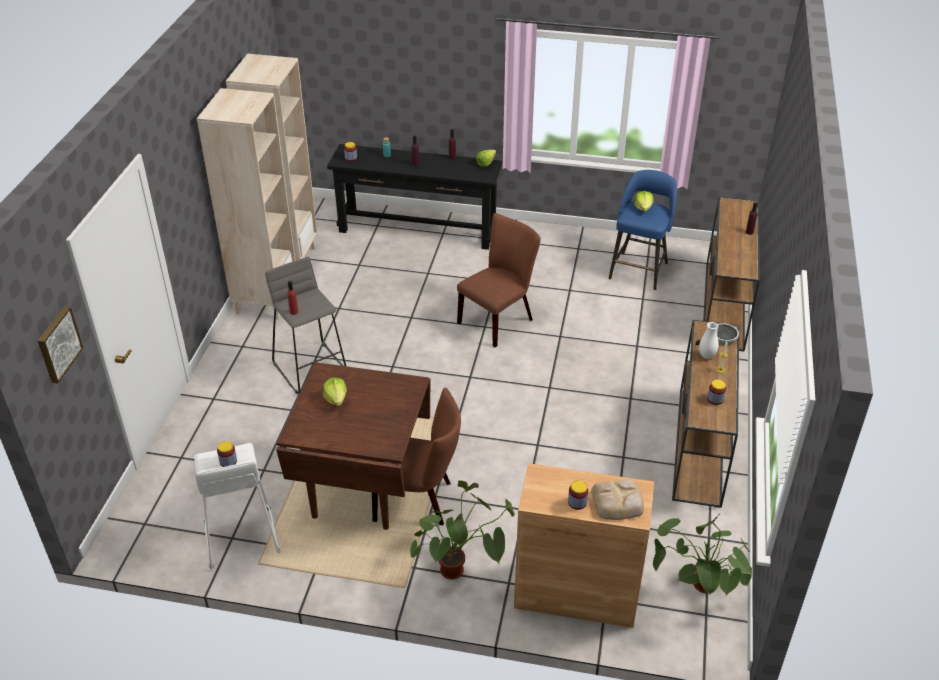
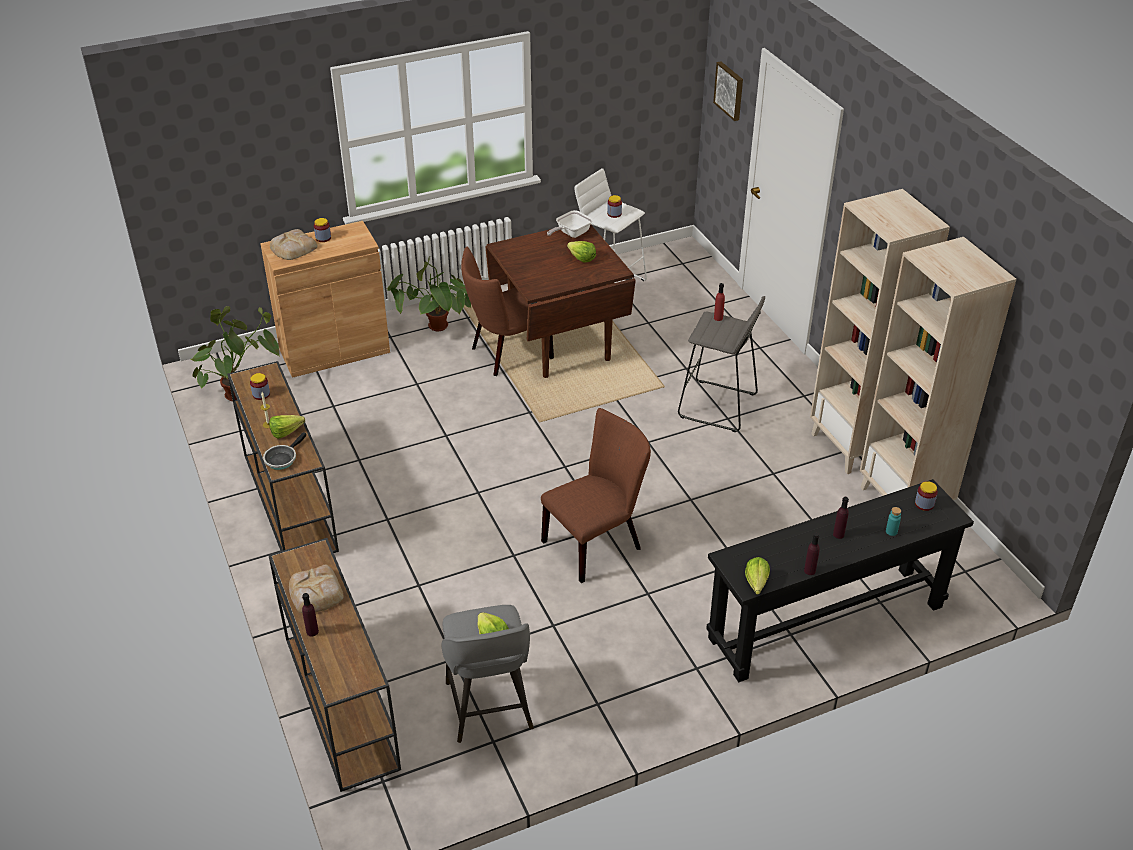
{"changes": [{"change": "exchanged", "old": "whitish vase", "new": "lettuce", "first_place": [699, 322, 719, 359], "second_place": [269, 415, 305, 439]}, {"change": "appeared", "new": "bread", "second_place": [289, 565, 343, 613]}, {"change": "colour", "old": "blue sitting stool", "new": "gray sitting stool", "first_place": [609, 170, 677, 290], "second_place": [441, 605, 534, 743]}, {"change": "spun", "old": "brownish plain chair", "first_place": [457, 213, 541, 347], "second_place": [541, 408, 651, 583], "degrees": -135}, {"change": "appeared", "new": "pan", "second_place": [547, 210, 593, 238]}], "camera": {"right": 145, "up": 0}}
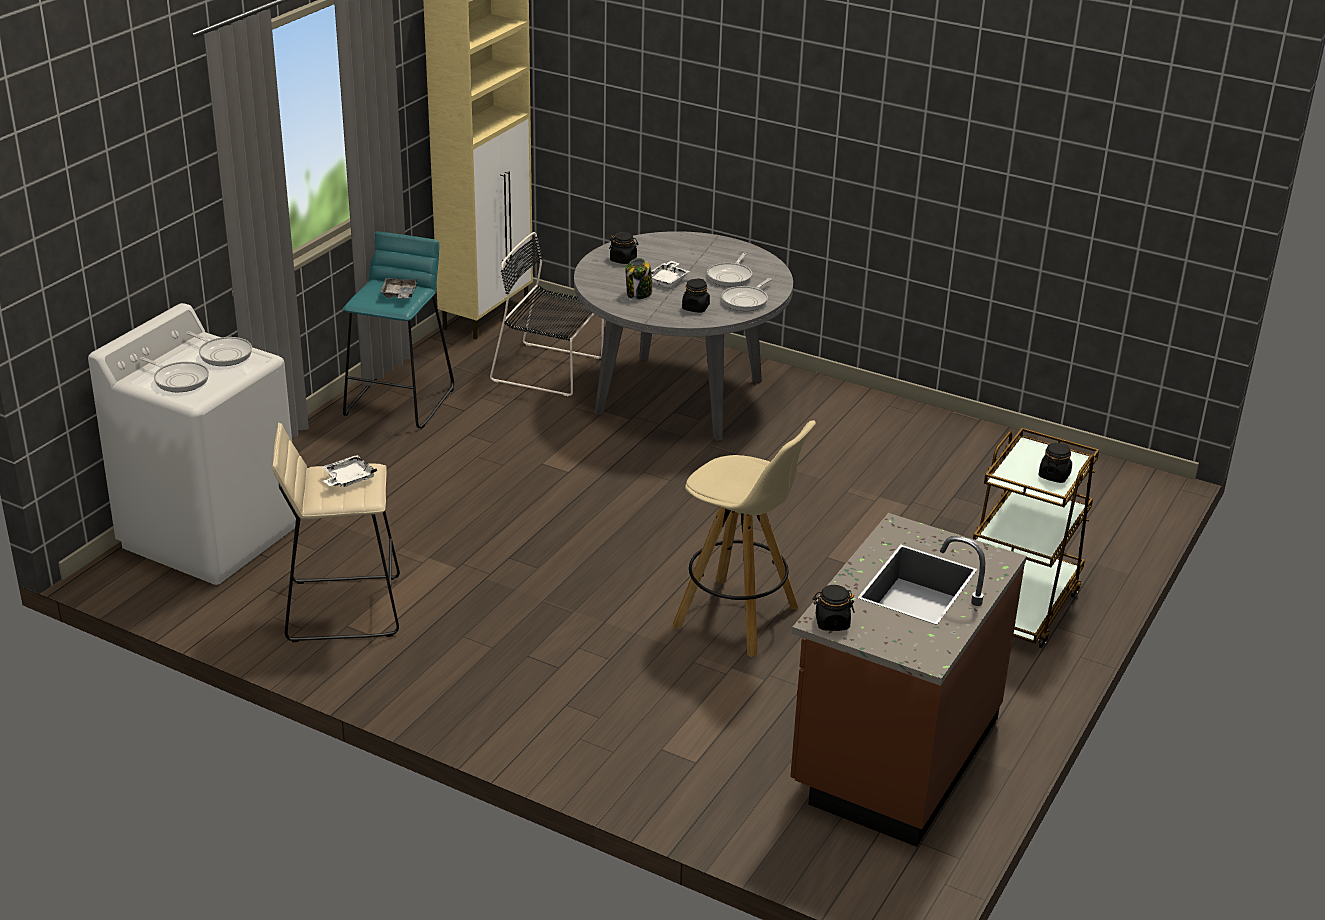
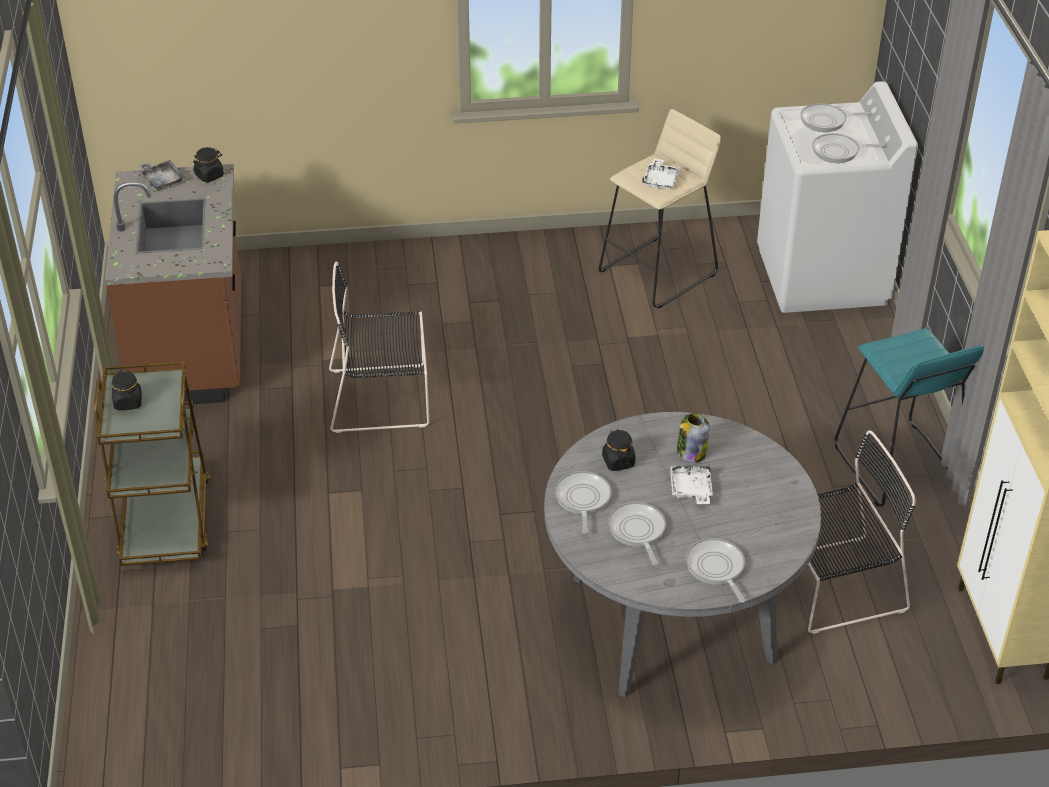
{"changes": [{"change": "relocated", "old": "gray carrying tray", "first_place": [380, 278, 417, 299], "second_place": [138, 160, 185, 191]}, {"change": "exchanged", "old": "beige sitting stool", "new": "black-coloured plain chair", "first_place": [673, 420, 816, 657], "second_place": [329, 262, 430, 433]}, {"change": "appeared", "new": "pan", "second_place": [686, 538, 746, 603]}, {"change": "missing", "old": "black-coloured preserve jar", "first_place": [609, 232, 638, 264]}], "camera": {"right": 145, "up": 10}}
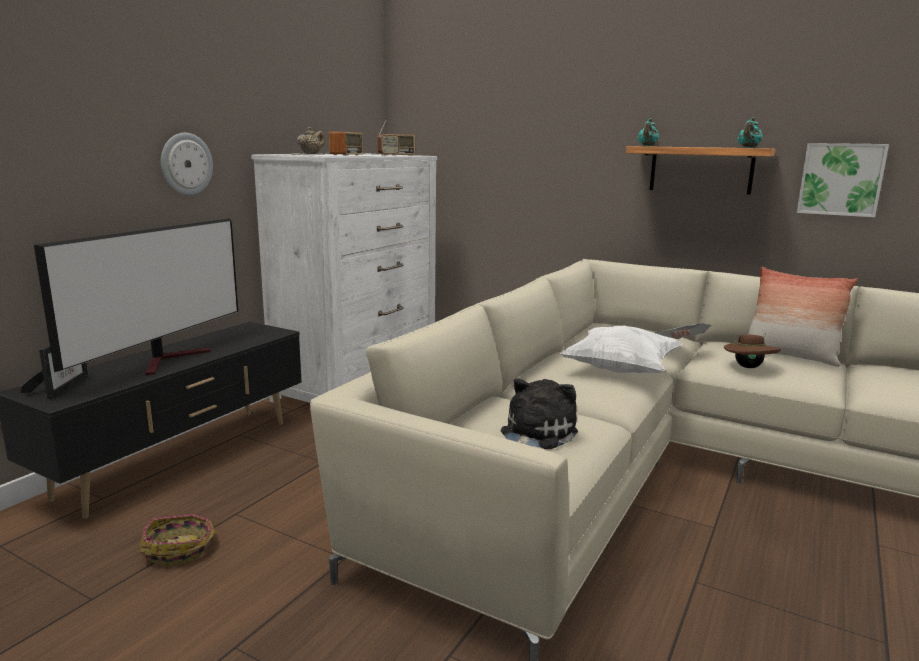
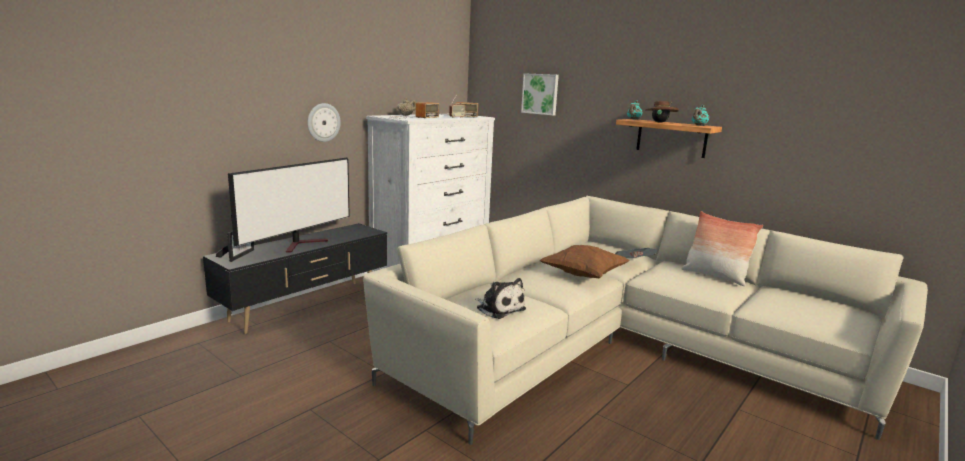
{"changes": [{"change": "spun", "old": "soft toy", "first_place": [501, 378, 578, 449], "second_place": [475, 278, 526, 319], "degrees": 90}, {"change": "relocated", "old": "wall art", "first_place": [797, 143, 889, 217], "second_place": [521, 73, 559, 115]}, {"change": "colour", "old": "whitish throw pillow", "new": "brownish throw pillow", "first_place": [560, 325, 682, 373], "second_place": [540, 245, 630, 278]}, {"change": "relocated", "old": "brownish clothing hat", "first_place": [724, 333, 781, 368], "second_place": [645, 101, 679, 123]}, {"change": "missing", "old": "household basket", "first_place": [140, 514, 216, 567]}], "camera": {"right": 10, "up": 0}}
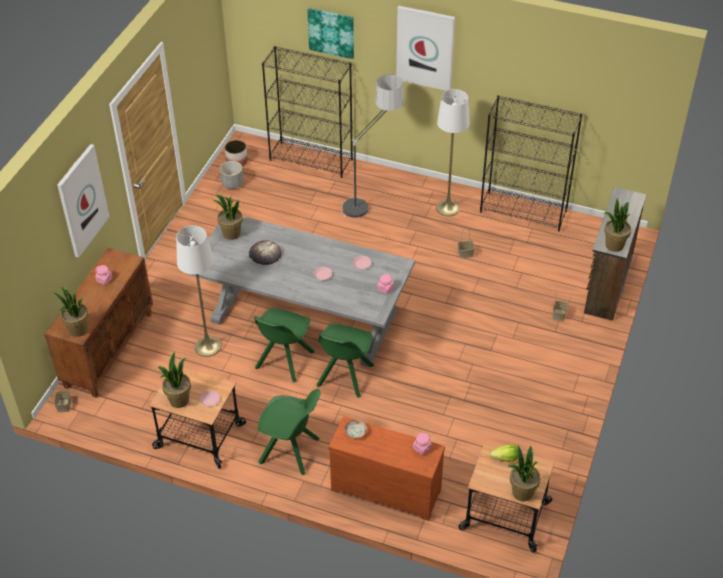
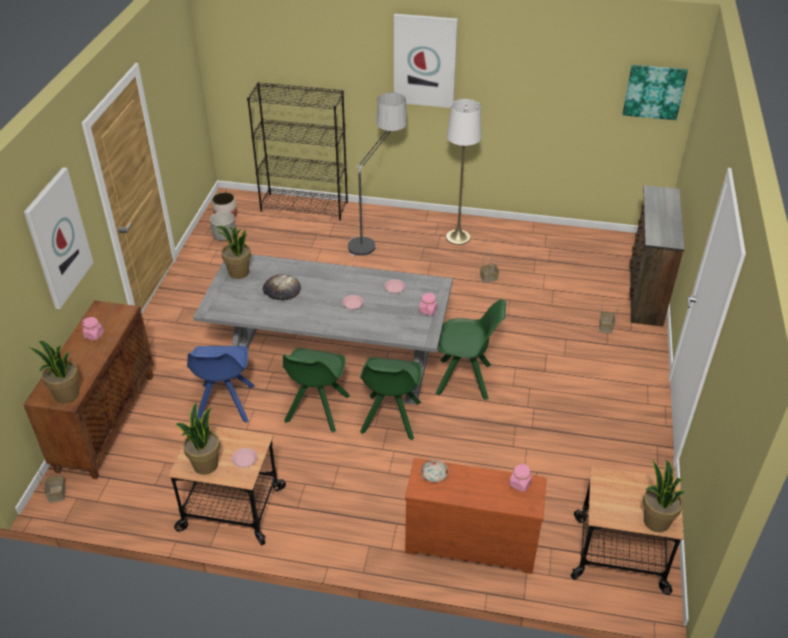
{"changes": [{"change": "exchanged", "old": "whitish standard lamp", "new": "blue plain chair", "first_place": [176, 225, 221, 357], "second_place": [187, 346, 255, 423]}, {"change": "relocated", "old": "greenish plain chair", "first_place": [258, 389, 321, 475], "second_place": [436, 299, 506, 400]}, {"change": "relocated", "old": "wall art", "first_place": [307, 8, 354, 59], "second_place": [623, 65, 688, 120]}, {"change": "missing", "old": "black-coloured bookcase", "first_place": [480, 95, 583, 231]}, {"change": "missing", "old": "lettuce", "first_place": [490, 445, 518, 462]}, {"change": "missing", "old": "potted plant", "first_place": [604, 197, 631, 252]}], "camera": {"right": -10, "up": -5}}
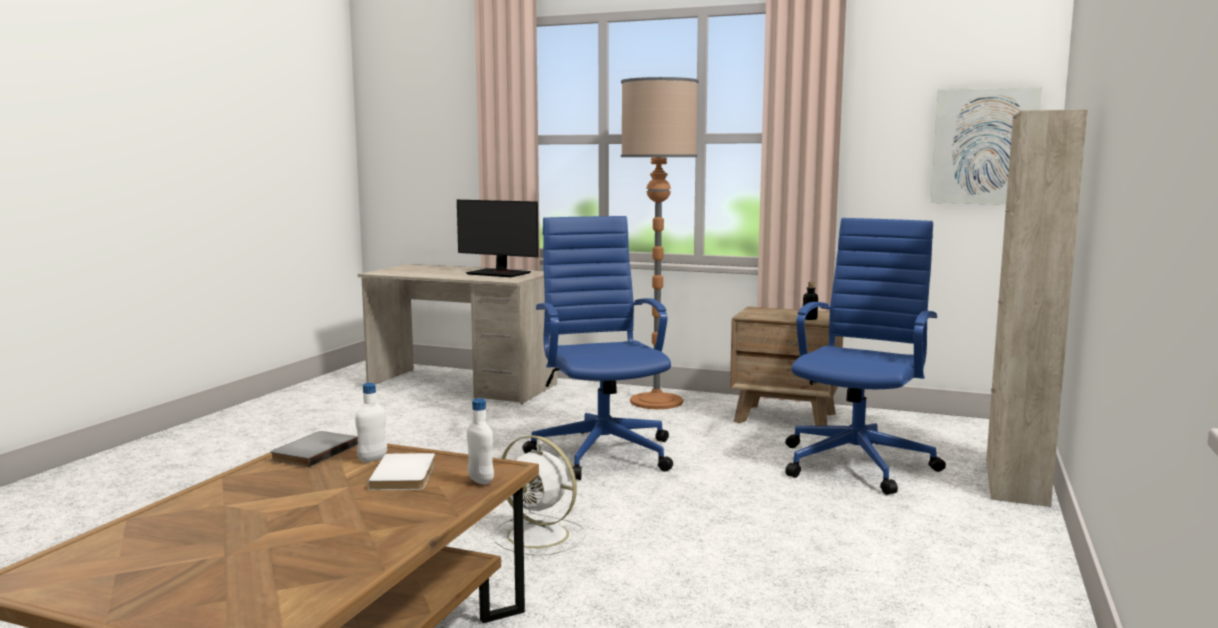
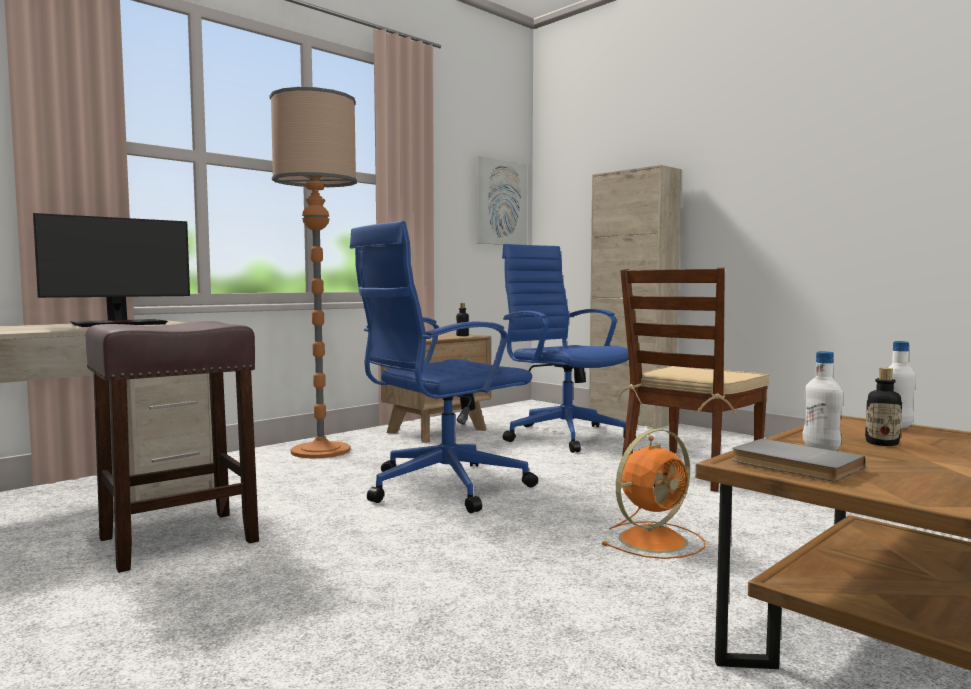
{"changes": [{"change": "appeared", "new": "brownish sitting stool", "second_place": [85, 321, 259, 573]}, {"change": "spun", "old": "blue desk chair", "first_place": [522, 216, 673, 480], "second_place": [350, 221, 538, 513], "degrees": -45}, {"change": "colour", "old": "whitish electric fan", "new": "orangey electric fan", "first_place": [492, 435, 586, 556], "second_place": [601, 429, 705, 559]}, {"change": "appeared", "new": "brownish plain chair", "second_place": [617, 268, 769, 492]}, {"change": "exchanged", "old": "whitish book", "new": "beverage bottle", "first_place": [368, 453, 435, 490], "second_place": [865, 368, 902, 446]}], "camera": {"right": -65, "up": -5}}
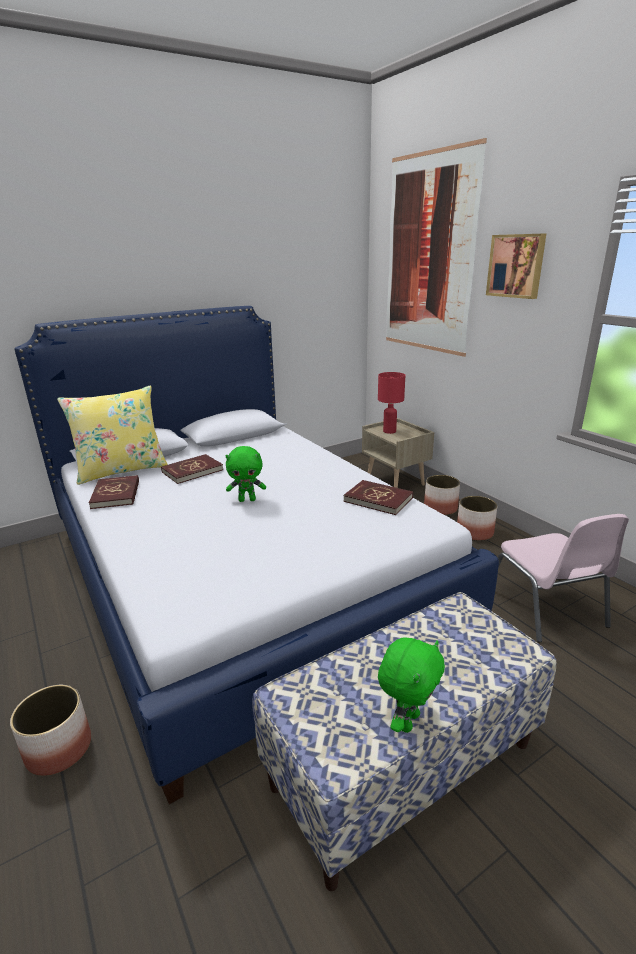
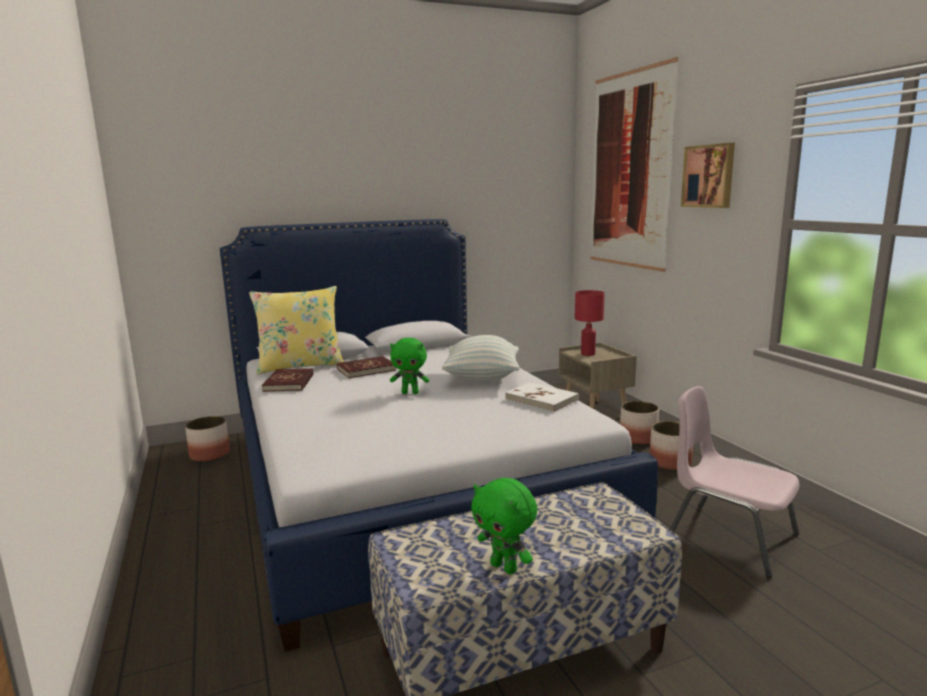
{"changes": [{"change": "relocated", "old": "planter", "first_place": [10, 685, 91, 776], "second_place": [185, 416, 230, 462]}, {"change": "appeared", "new": "throw pillow", "second_place": [442, 335, 520, 381]}, {"change": "spun", "old": "greenish soft toy", "first_place": [378, 638, 445, 733], "second_place": [471, 478, 537, 575], "degrees": 90}, {"change": "colour", "old": "red book", "new": "whitish book", "first_place": [343, 480, 413, 515], "second_place": [505, 382, 579, 412]}, {"change": "spun", "old": "pink-coloured plain chair", "first_place": [498, 514, 629, 643], "second_place": [670, 386, 800, 578], "degrees": 135}], "camera": {"right": 10, "up": -10}}
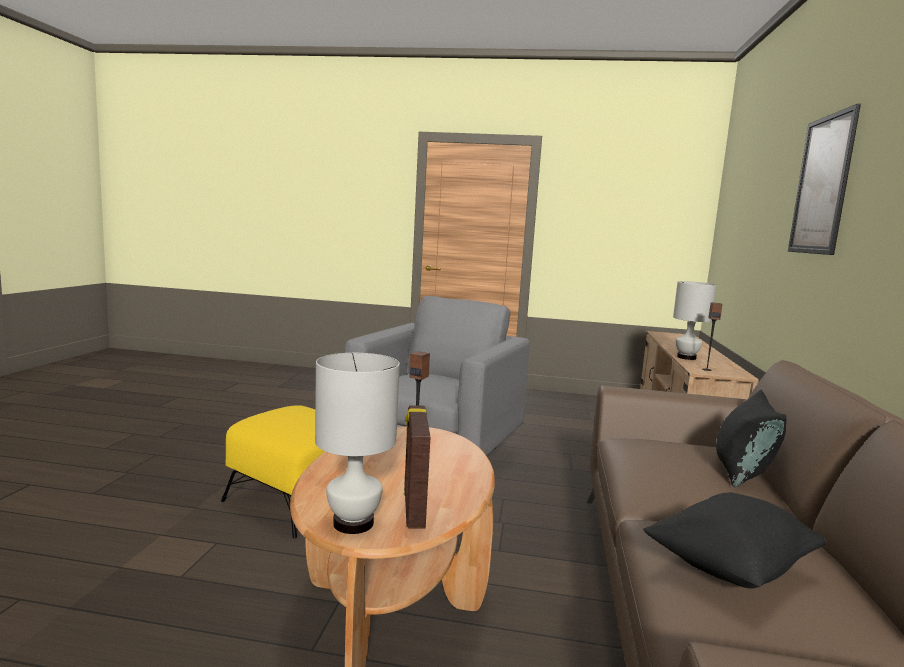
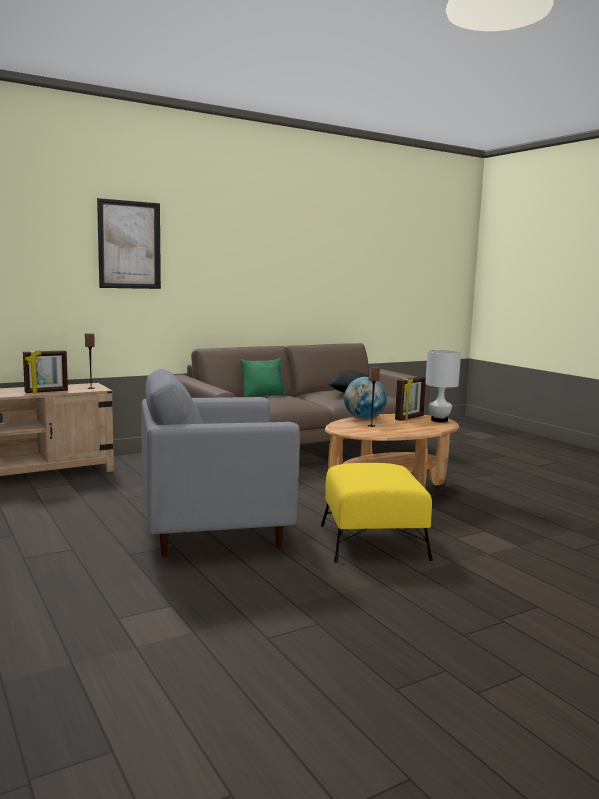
{"changes": [{"change": "exchanged", "old": "whitish tabletop lamp", "new": "picture frame", "first_place": [673, 281, 716, 360], "second_place": [23, 350, 68, 393]}, {"change": "colour", "old": "black-coloured throw pillow", "new": "greenish throw pillow", "first_place": [716, 390, 787, 487], "second_place": [240, 358, 285, 397]}, {"change": "appeared", "new": "world globe", "second_place": [344, 377, 387, 420]}], "camera": {"right": -130, "up": 0}}
